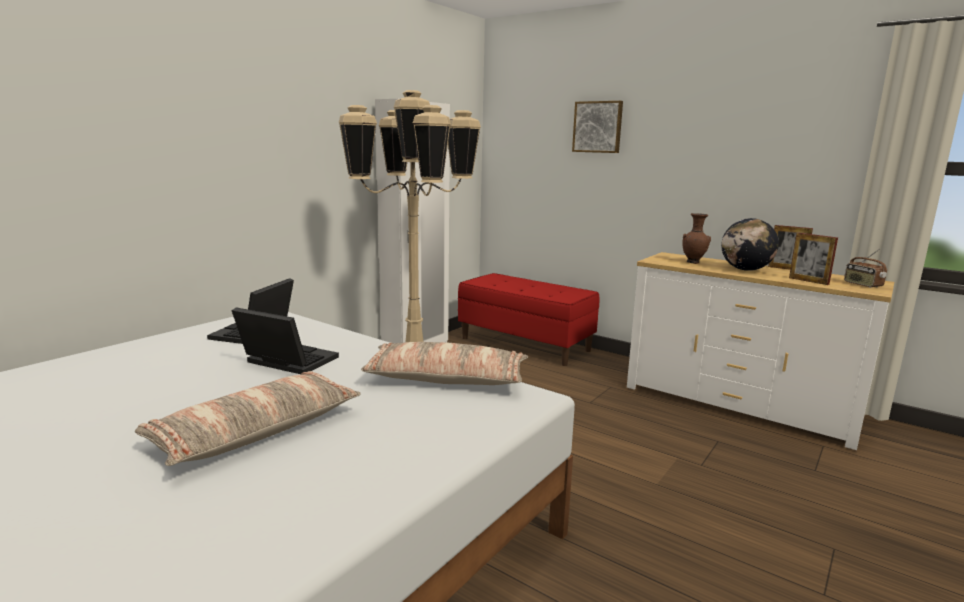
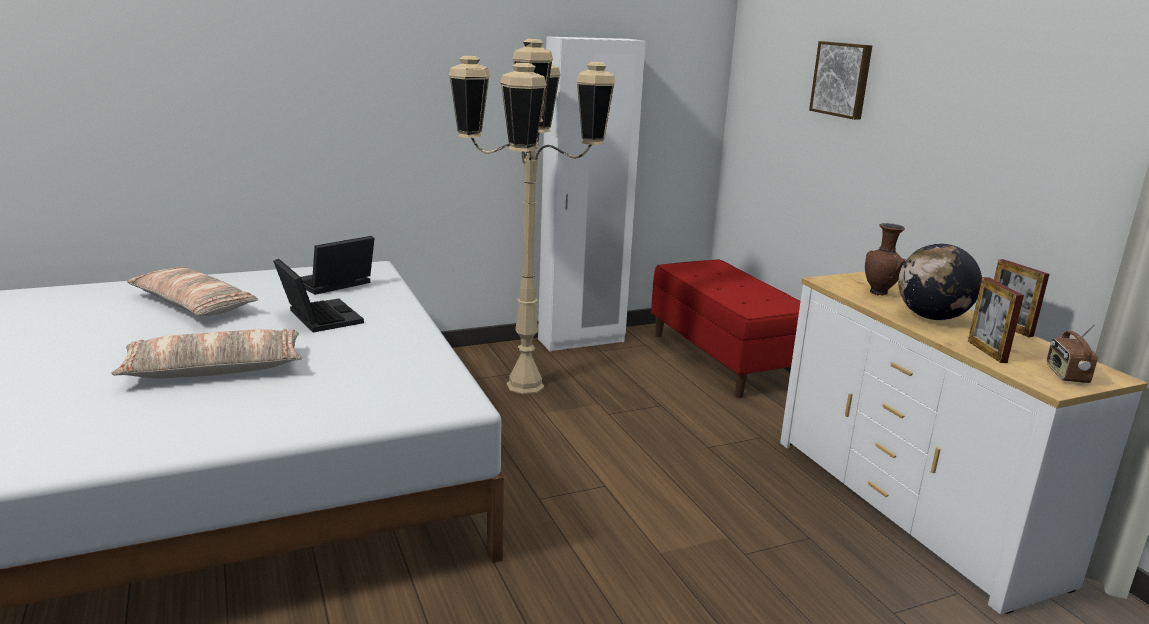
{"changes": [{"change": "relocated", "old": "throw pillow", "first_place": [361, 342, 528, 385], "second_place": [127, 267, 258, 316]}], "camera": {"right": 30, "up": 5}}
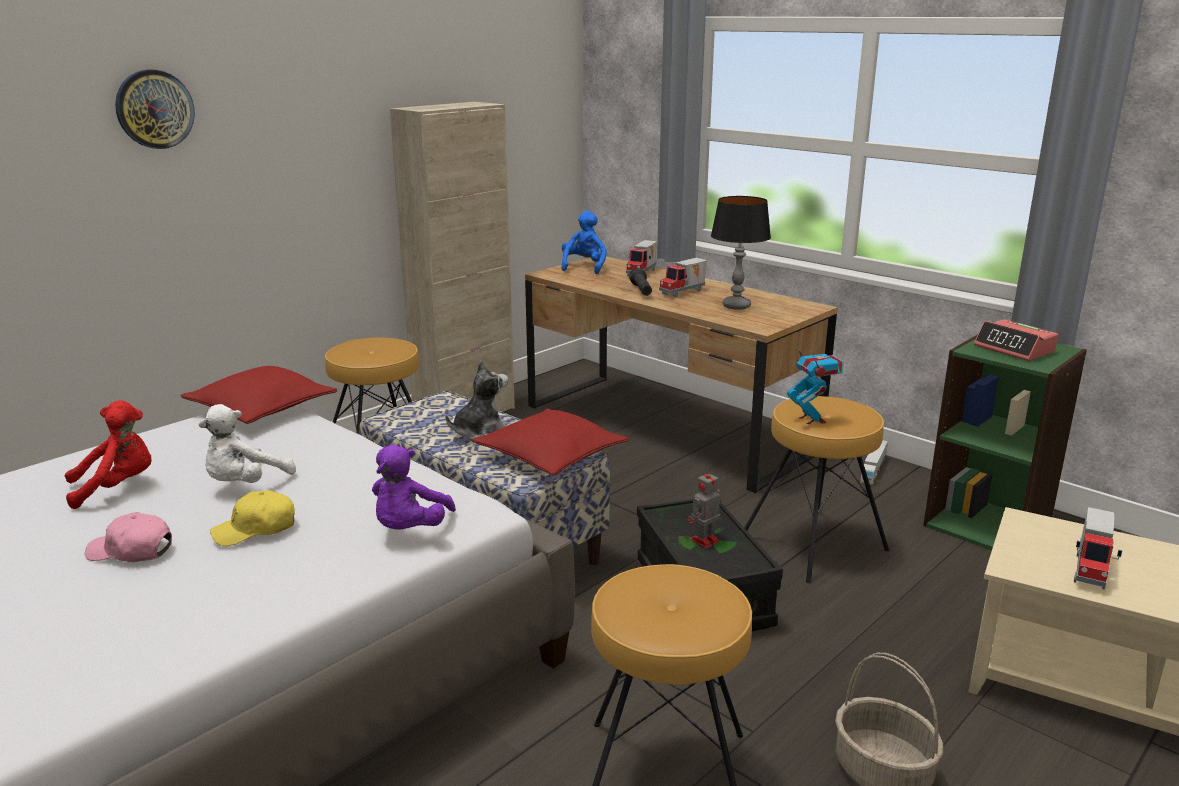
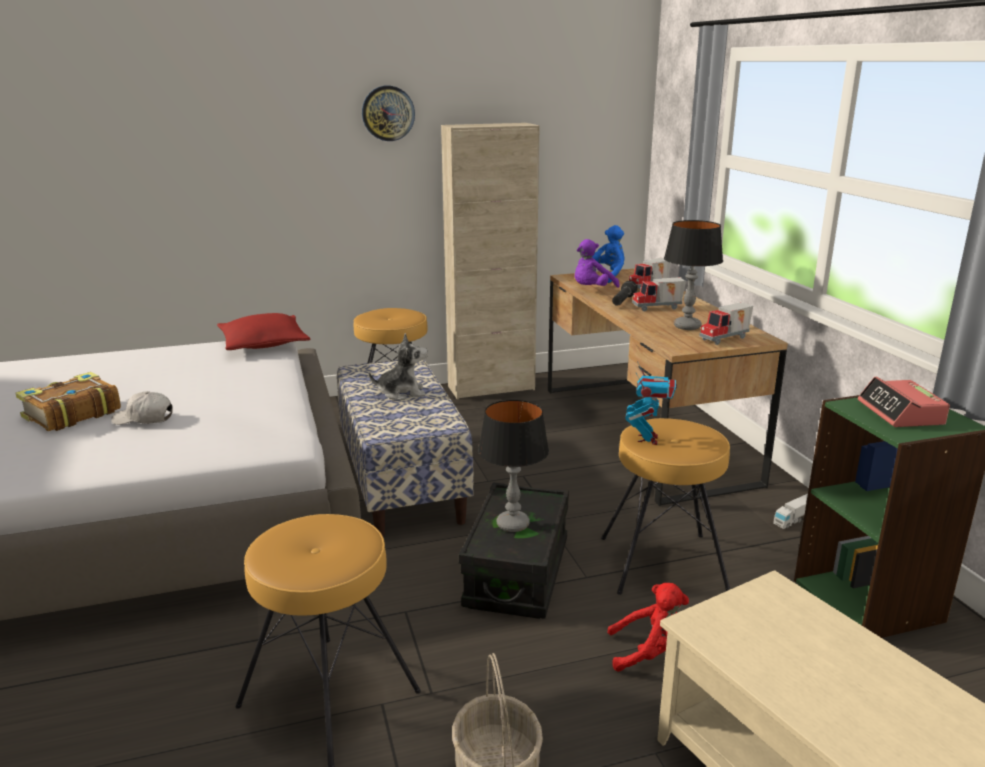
{"changes": [{"change": "exchanged", "old": "pink-coloured cap", "new": "book", "first_place": [85, 512, 172, 562], "second_place": [15, 372, 121, 431]}, {"change": "colour", "old": "yellowish cap", "new": "whitish cap", "first_place": [210, 491, 295, 546], "second_place": [111, 391, 173, 425]}, {"change": "relocated", "old": "hanging clock", "first_place": [115, 69, 195, 149], "second_place": [362, 86, 415, 141]}, {"change": "exchanged", "old": "toy robot", "new": "tabletop lamp", "first_place": [688, 468, 721, 549], "second_place": [478, 400, 549, 532]}, {"change": "relocated", "old": "purple soft toy", "first_place": [372, 445, 456, 530], "second_place": [575, 239, 620, 287]}, {"change": "relocated", "old": "red soft toy", "first_place": [65, 400, 152, 509], "second_place": [607, 583, 689, 672]}, {"change": "relocated", "old": "toy truck", "first_place": [1074, 507, 1122, 589], "second_place": [699, 302, 753, 345]}, {"change": "missing", "old": "whitish soft toy", "first_place": [199, 404, 296, 483]}, {"change": "missing", "old": "red throw pillow", "first_place": [472, 409, 629, 476]}], "camera": {"right": 30, "up": 0}}
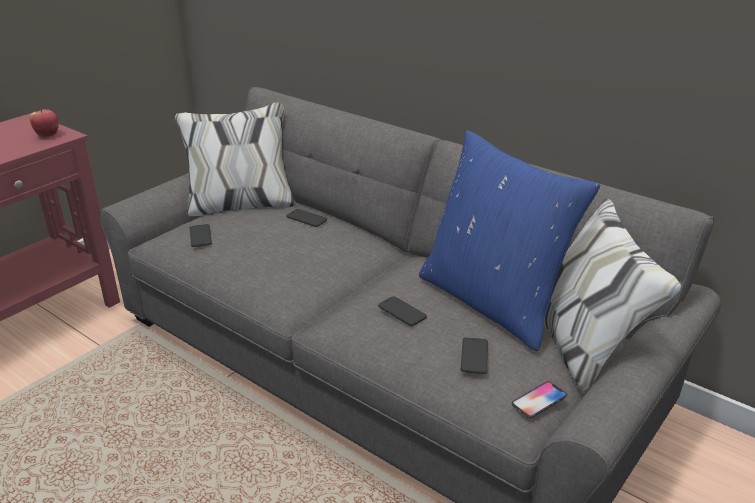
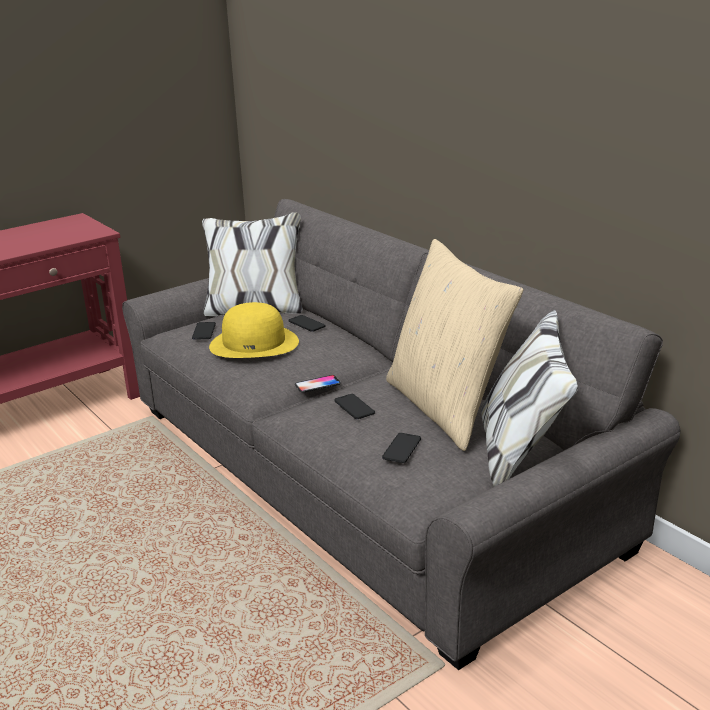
{"changes": [{"change": "appeared", "new": "yellowish clothing hat", "second_place": [209, 302, 299, 358]}, {"change": "relocated", "old": "handset", "first_place": [512, 381, 567, 418], "second_place": [295, 375, 341, 393]}, {"change": "colour", "old": "blue throw pillow", "new": "beige throw pillow", "first_place": [419, 130, 600, 351], "second_place": [386, 239, 523, 451]}, {"change": "missing", "old": "apple fruit", "first_place": [30, 109, 59, 138]}], "camera": {"right": 15, "up": -5}}
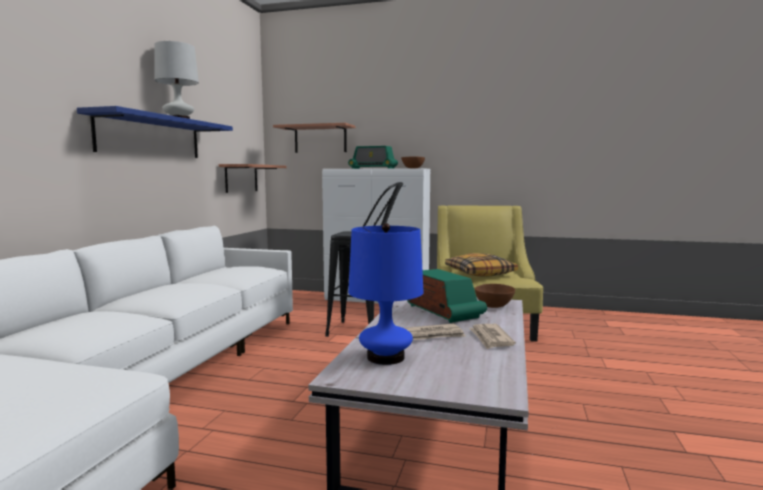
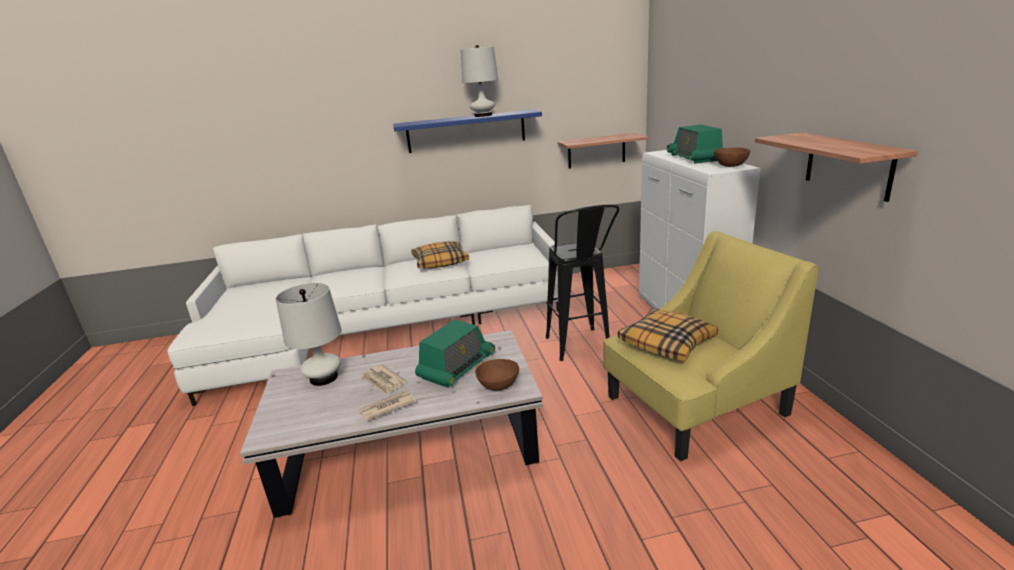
{"changes": [{"change": "colour", "old": "blue tabletop lamp", "new": "whitish tabletop lamp", "first_place": [348, 223, 424, 365], "second_place": [276, 283, 342, 386]}, {"change": "appeared", "new": "throw pillow", "second_place": [411, 241, 469, 269]}, {"change": "relocated", "old": "bracket shelf", "first_place": [273, 123, 355, 153], "second_place": [755, 133, 918, 202]}], "camera": {"right": 65, "up": 15}}
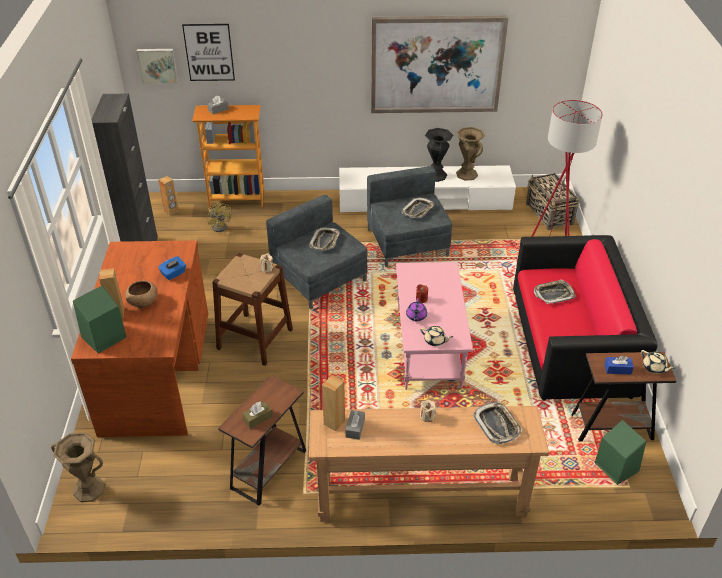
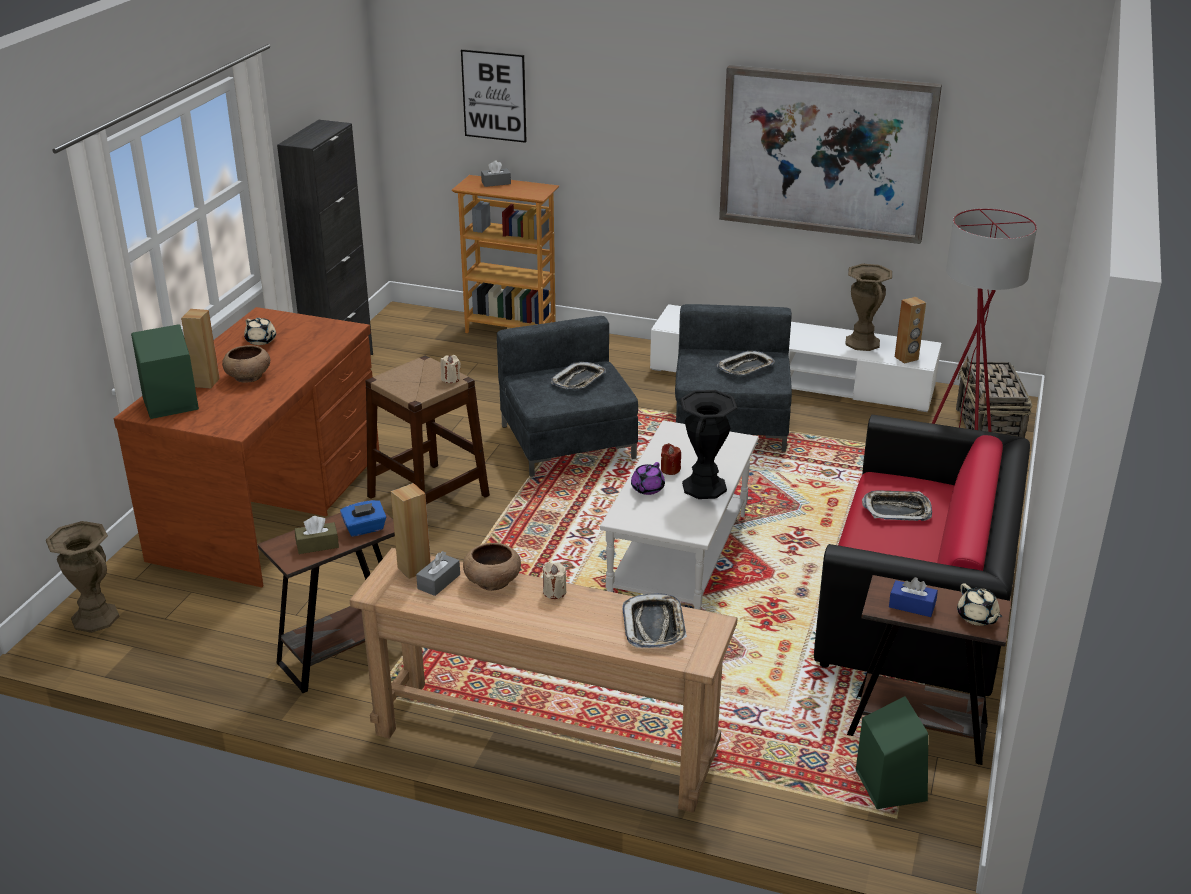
{"changes": [{"change": "relocated", "old": "beige teapot", "first_place": [420, 326, 453, 346], "second_place": [244, 318, 276, 345]}, {"change": "relocated", "old": "blue box of tissues", "first_place": [158, 256, 186, 280], "second_place": [340, 500, 386, 537]}, {"change": "appeared", "new": "brownish bowl", "second_place": [463, 543, 521, 591]}, {"change": "colour", "old": "pink-coloured low table", "new": "whitish low table", "first_place": [396, 262, 473, 390], "second_place": [600, 420, 759, 610]}, {"change": "relocated", "old": "black-coloured vase", "first_place": [425, 128, 453, 182], "second_place": [680, 390, 737, 499]}, {"change": "relocated", "old": "brownish loudspeaker", "first_place": [158, 176, 178, 215], "second_place": [895, 297, 926, 364]}, {"change": "missing", "old": "wall art", "first_place": [136, 49, 178, 84]}, {"change": "missing", "old": "yellowish electric fan", "first_place": [207, 202, 232, 232]}], "camera": {"right": 20, "up": -10}}
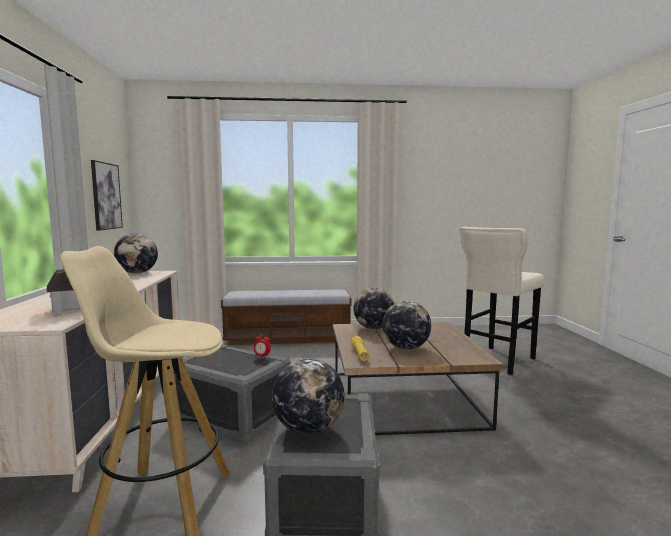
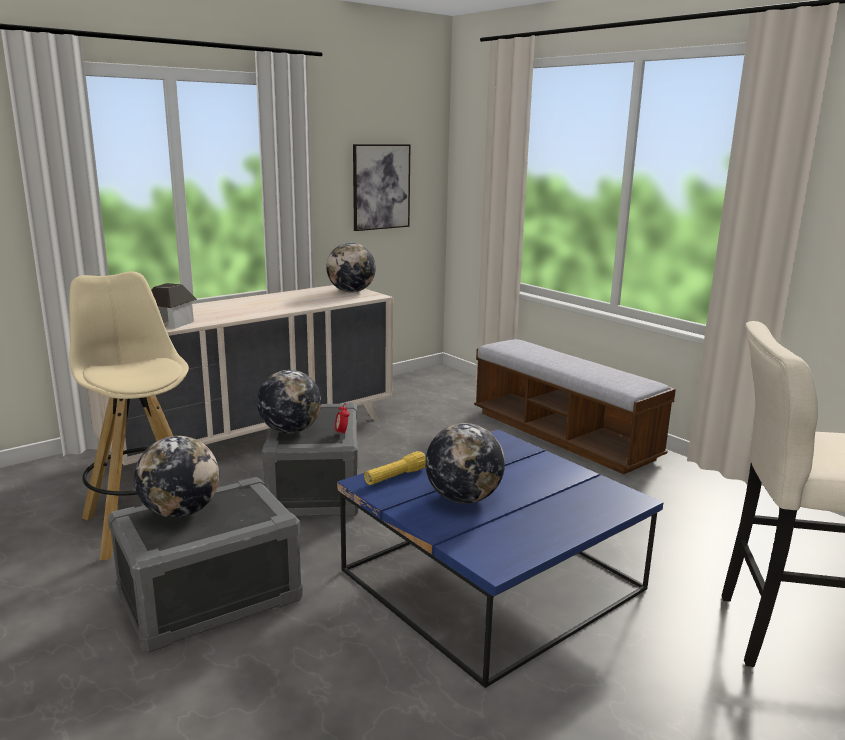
{"changes": [{"change": "relocated", "old": "world globe", "first_place": [354, 288, 394, 329], "second_place": [257, 370, 321, 433]}, {"change": "colour", "old": "brownish low table", "new": "blue low table", "first_place": [333, 322, 503, 435], "second_place": [337, 429, 663, 688]}], "camera": {"right": 55, "up": 10}}
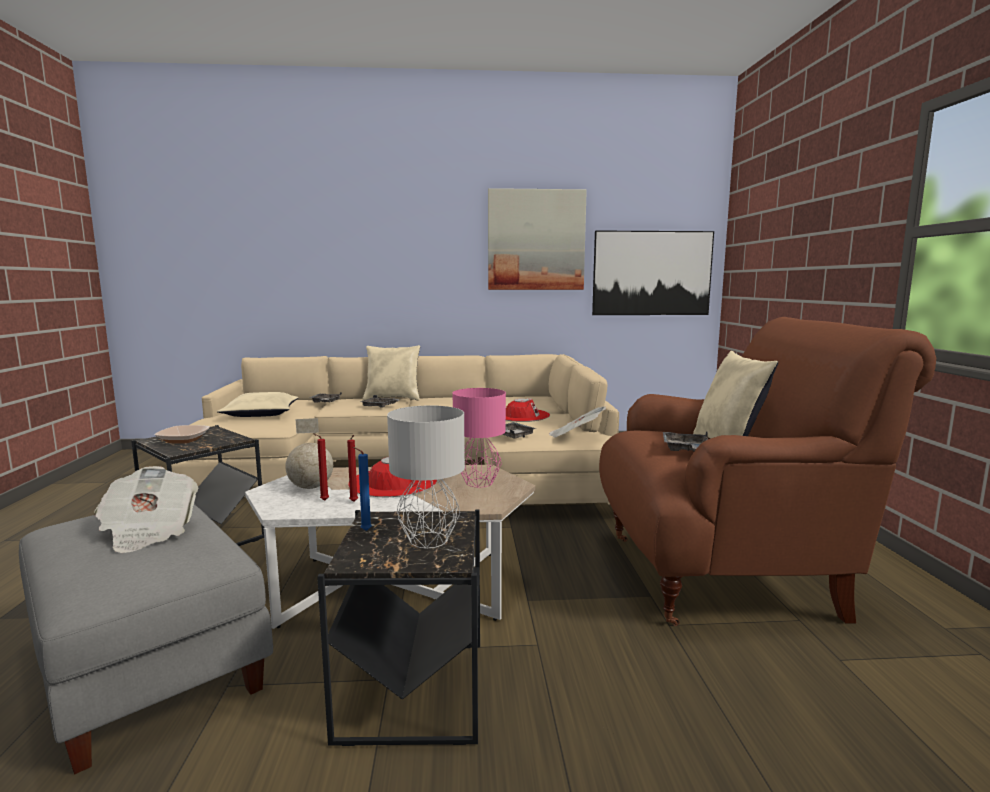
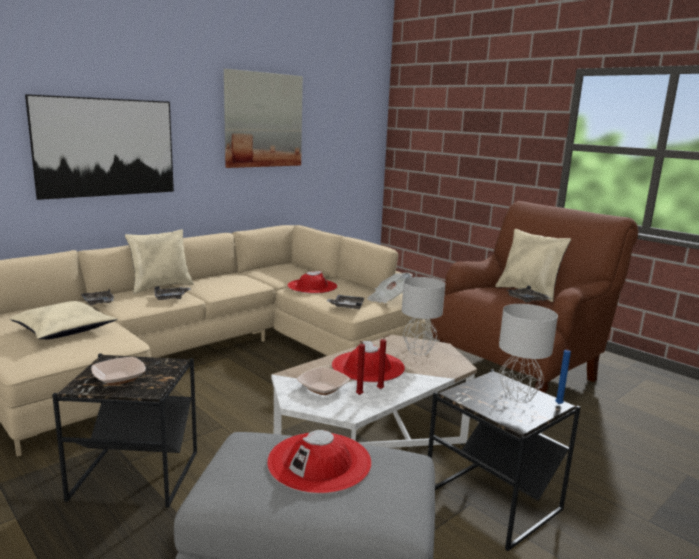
{"changes": [{"change": "relocated", "old": "wall art", "first_place": [592, 231, 714, 315], "second_place": [25, 94, 174, 200]}, {"change": "exchanged", "old": "printed paper", "new": "red clothing hat", "first_place": [94, 466, 199, 553], "second_place": [267, 430, 371, 494]}, {"change": "exchanged", "old": "world globe", "new": "bowl", "first_place": [285, 418, 333, 489], "second_place": [297, 367, 350, 395]}, {"change": "colour", "old": "pink-coloured tabletop lamp", "new": "gray tabletop lamp", "first_place": [453, 388, 506, 488], "second_place": [402, 277, 445, 355]}, {"change": "relocated", "old": "blue wax candle", "first_place": [353, 447, 372, 531], "second_place": [555, 347, 571, 404]}], "camera": {"right": -40, "up": 5}}
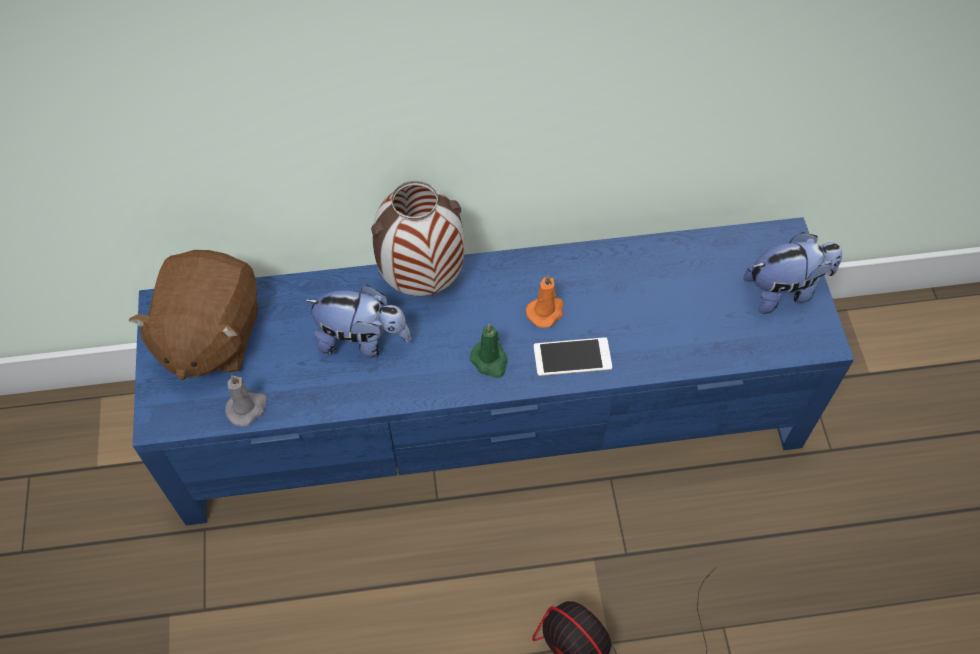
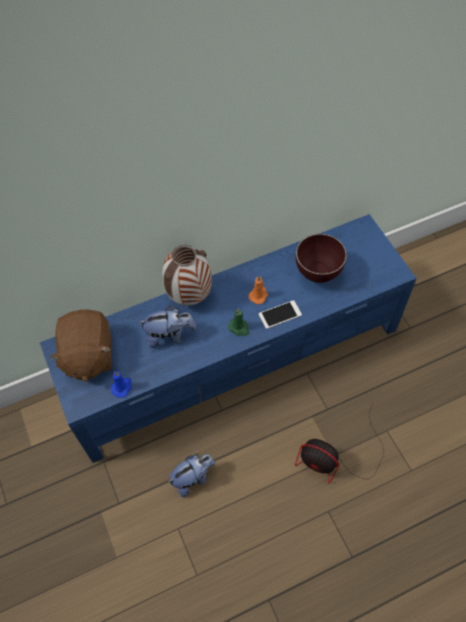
{"changes": [{"change": "colour", "old": "gray wax candle", "new": "blue wax candle", "first_place": [225, 375, 267, 426], "second_place": [111, 371, 132, 398]}, {"change": "relocated", "old": "soft toy", "first_place": [743, 232, 842, 314], "second_place": [167, 454, 215, 497]}, {"change": "appeared", "new": "brownish bowl", "second_place": [296, 234, 347, 283]}], "camera": {"right": -15, "up": 0}}
